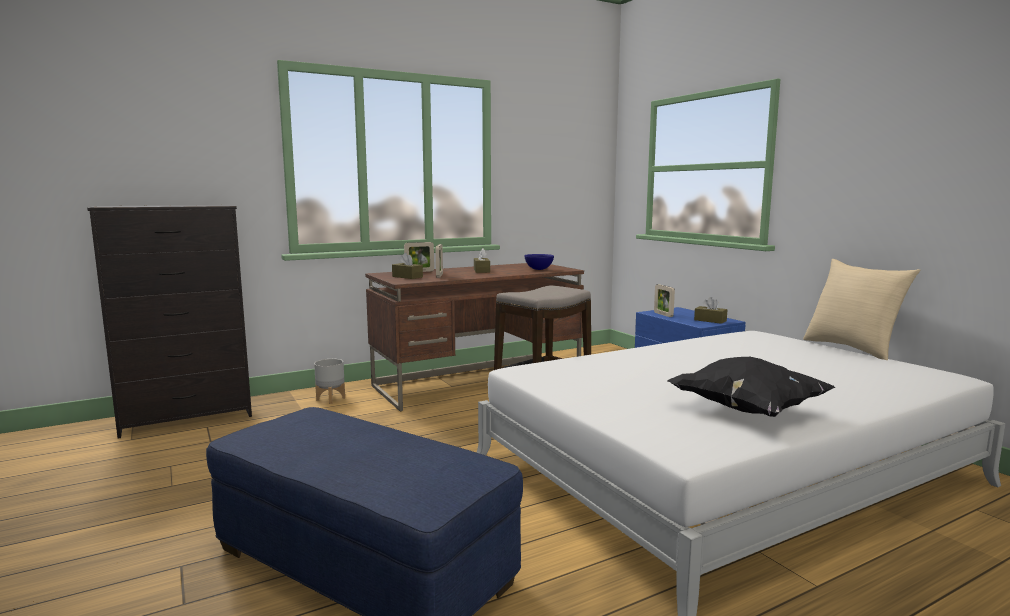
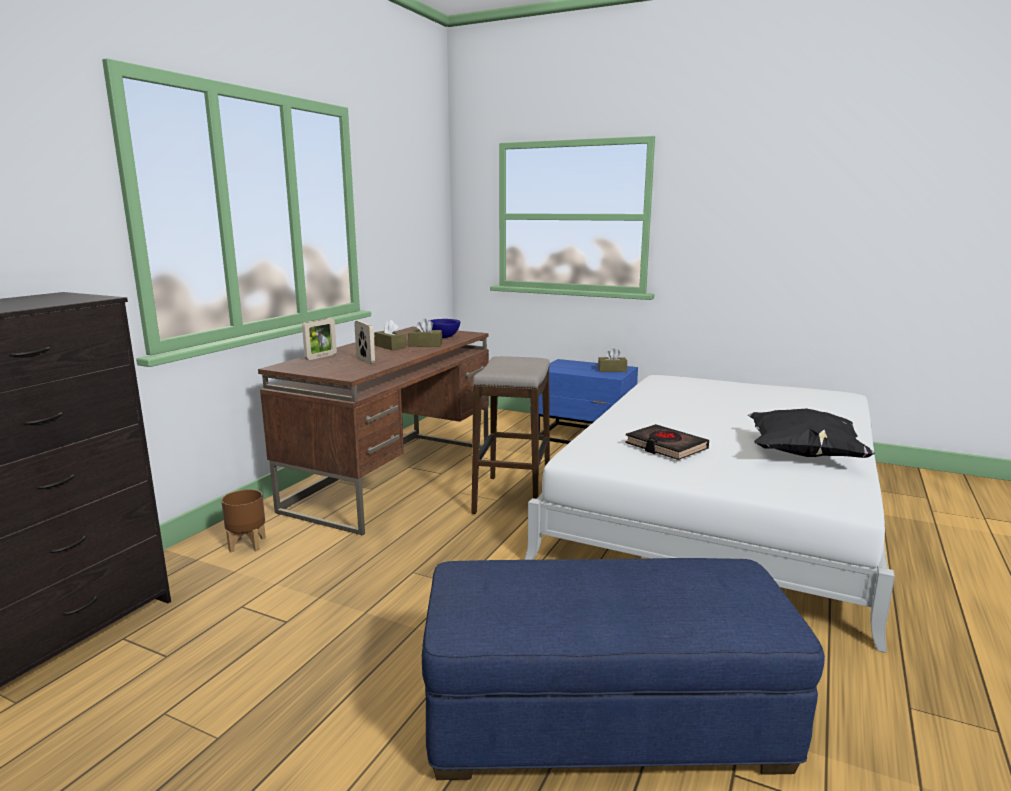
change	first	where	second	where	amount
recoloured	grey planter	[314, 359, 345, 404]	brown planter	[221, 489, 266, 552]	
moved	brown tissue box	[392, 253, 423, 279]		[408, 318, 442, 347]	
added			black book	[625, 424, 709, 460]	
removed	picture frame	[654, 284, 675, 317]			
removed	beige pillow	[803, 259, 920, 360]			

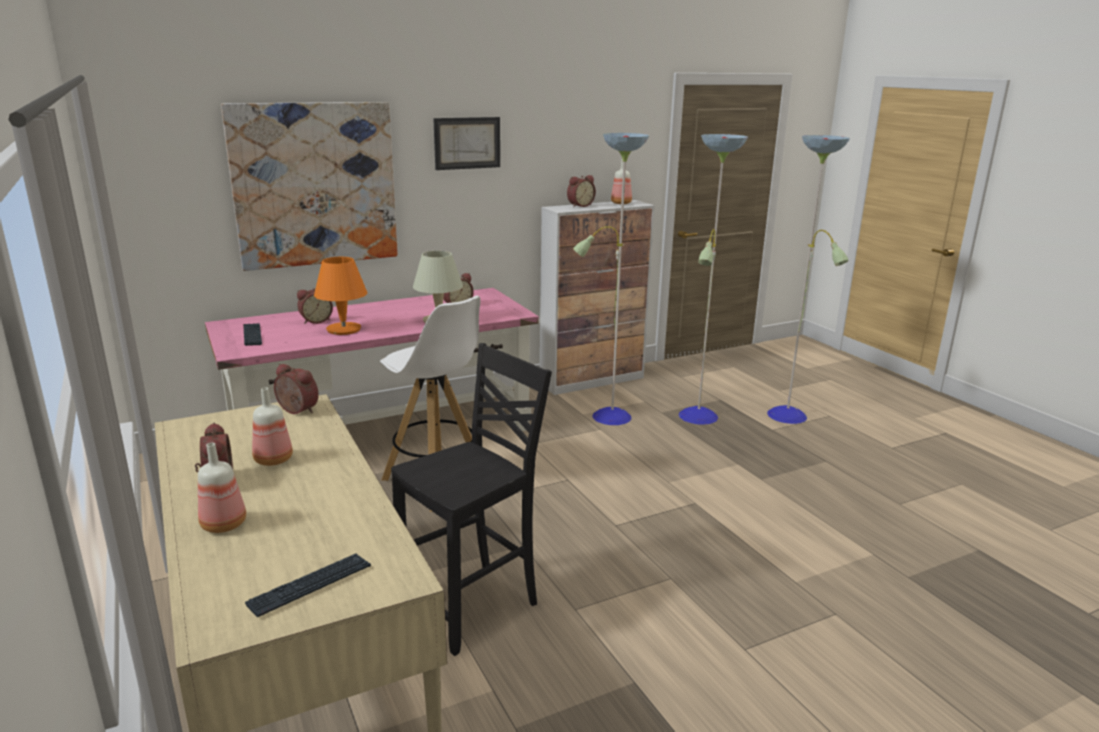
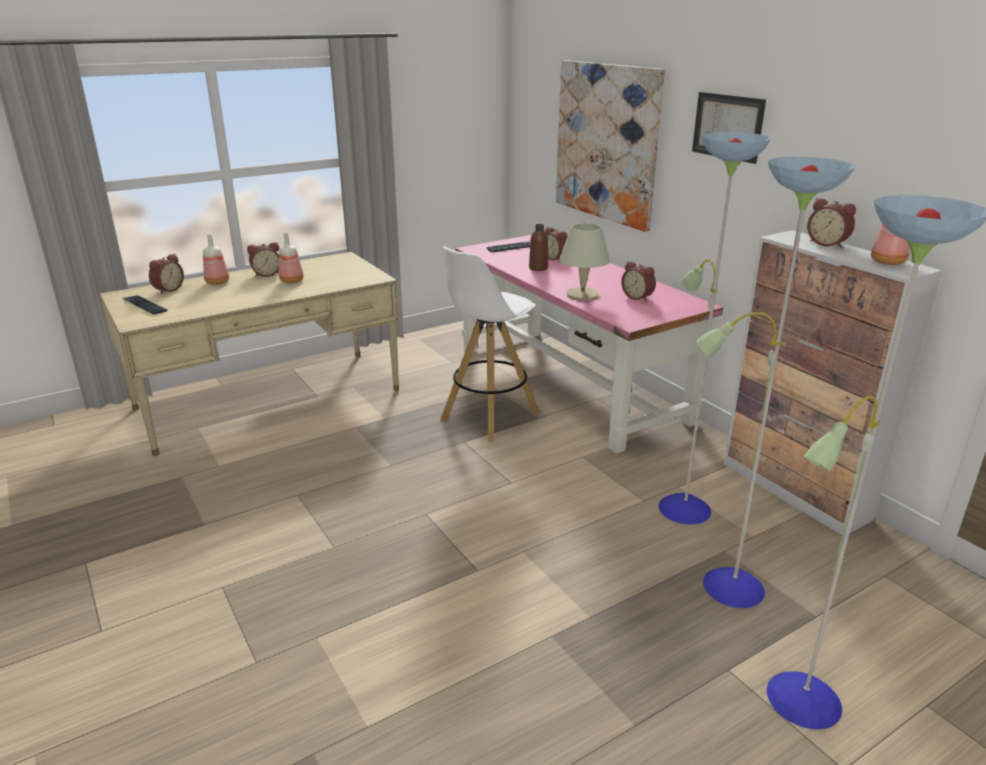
change	first	where	second	where	amount
moved	alarm clock	[274, 364, 319, 414]		[149, 254, 184, 294]	
replaced	orange table lamp	[314, 257, 368, 335]	brown bottle	[529, 224, 548, 271]	
removed	black chair	[391, 343, 552, 656]			

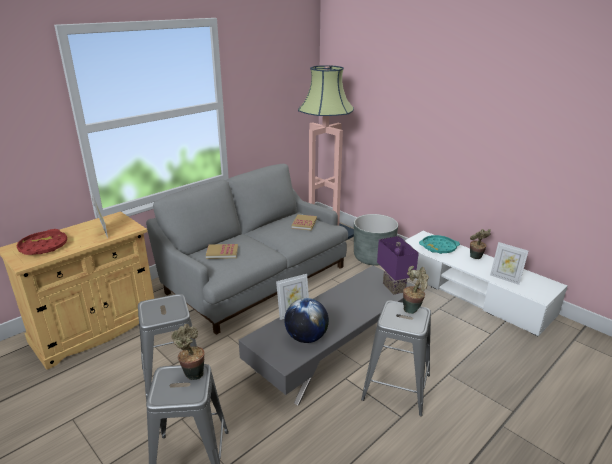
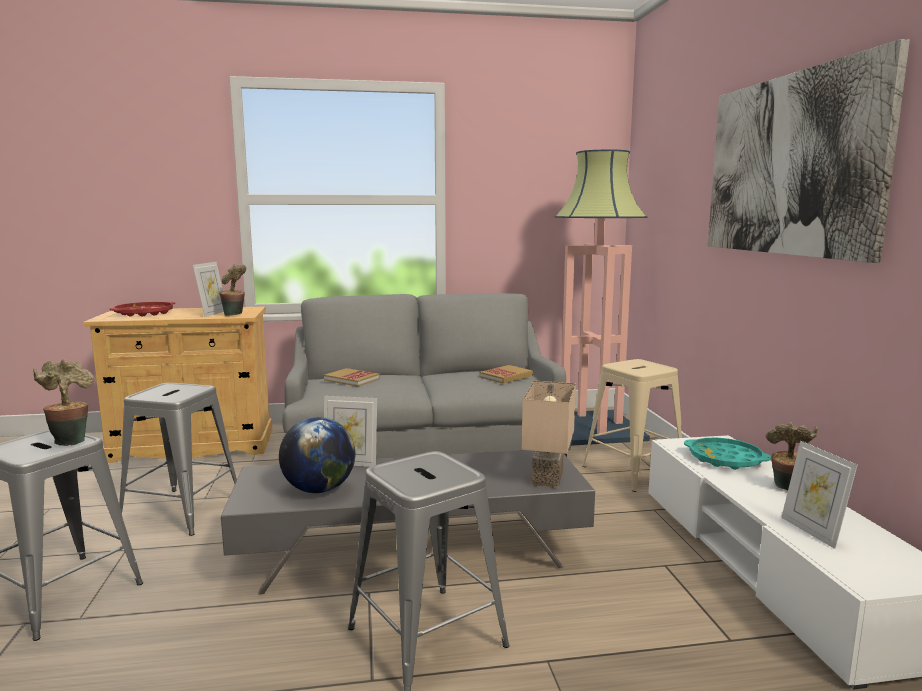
change	first	where	second	where	amount
moved	potted plant	[403, 266, 429, 314]		[219, 264, 246, 316]	
recoloured	purple table lamp	[377, 236, 419, 295]	beige table lamp	[522, 380, 576, 488]	
replaced	grey planter	[354, 214, 398, 265]	beige stool	[582, 359, 682, 492]	
added			picture	[708, 39, 910, 263]	

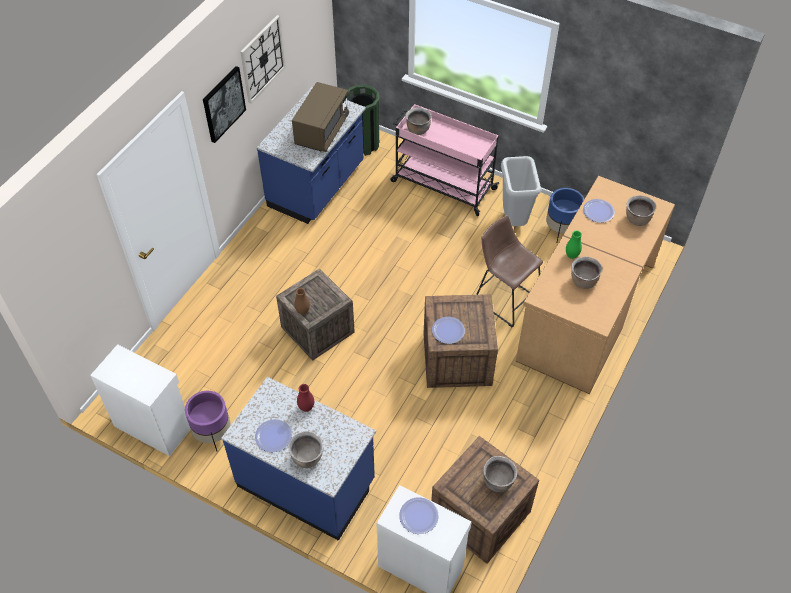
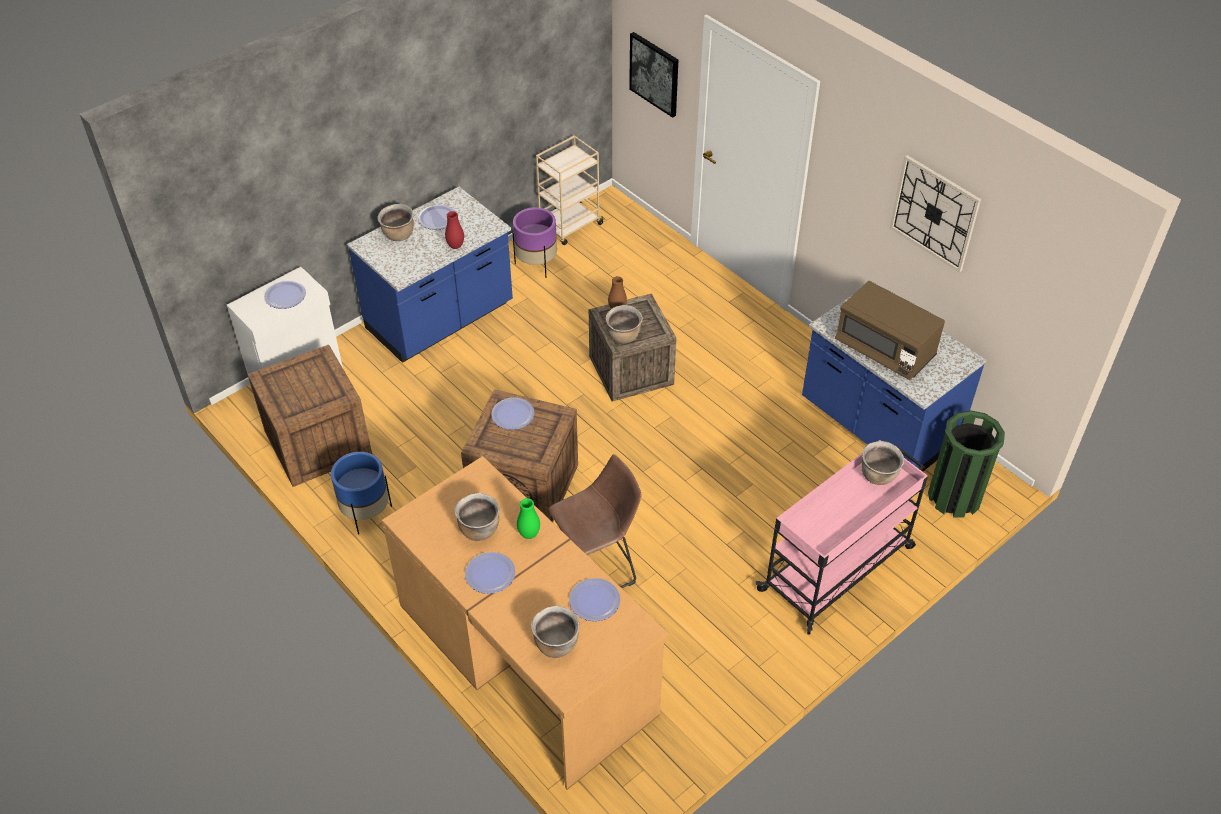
change	first	where	second	where	amount
moved	blue planter	[546, 188, 584, 242]		[331, 452, 392, 534]	
added			plate	[465, 552, 515, 594]	
replaced	white cabinet	[90, 344, 190, 456]	beige cart	[536, 135, 605, 245]	
moved	brown cooking pot	[483, 456, 517, 492]		[606, 305, 643, 344]	
moved	picture	[203, 66, 246, 143]		[629, 32, 678, 118]	
removed	grey trash can	[501, 156, 541, 226]			

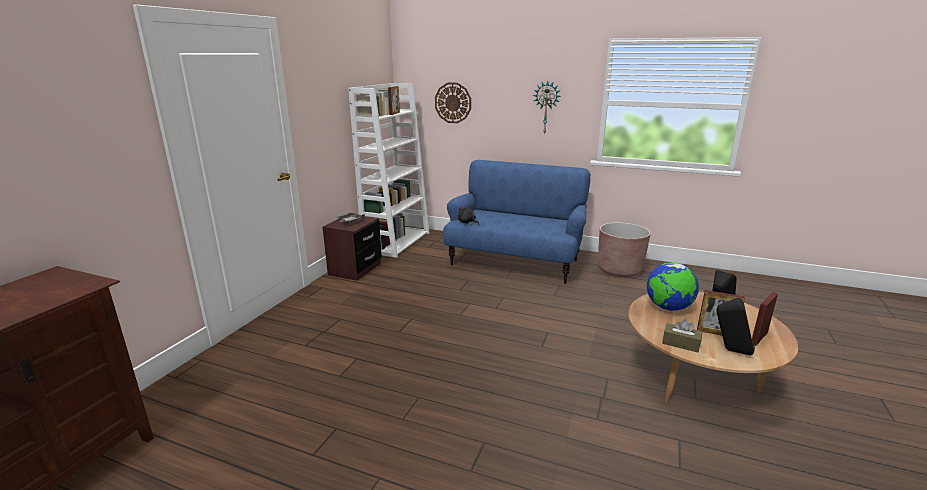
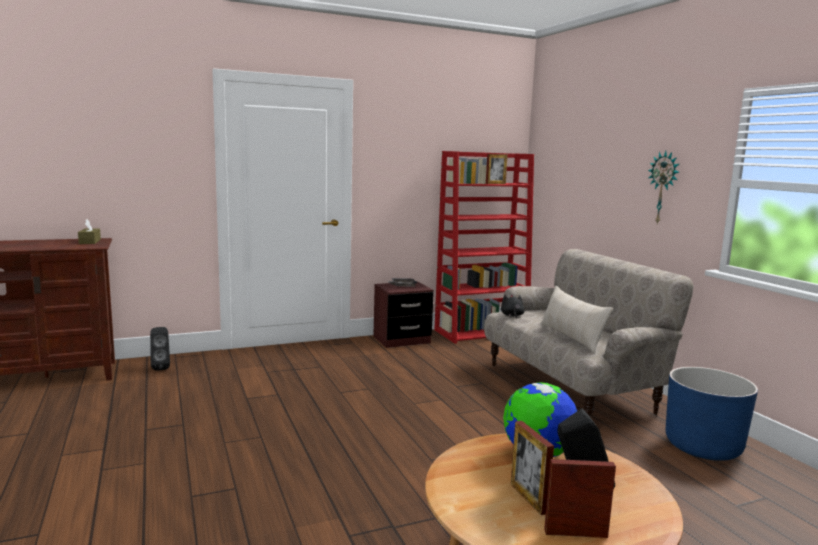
change	first	where	second	where	amount
moved	brown tissue box	[662, 319, 702, 352]		[78, 219, 101, 244]	
moved	black speaker	[716, 298, 755, 355]		[150, 327, 170, 371]	
recoloured	white bookcase	[348, 83, 429, 258]	red bookcase	[434, 151, 534, 344]	
recoloured	blue sofa	[443, 160, 591, 284]	beige sofa	[484, 249, 694, 416]	
added			beige pillow	[540, 286, 613, 353]	
recoloured	brown planter	[598, 222, 651, 277]	blue planter	[666, 367, 758, 461]	
removed	wall clock	[435, 82, 471, 123]			

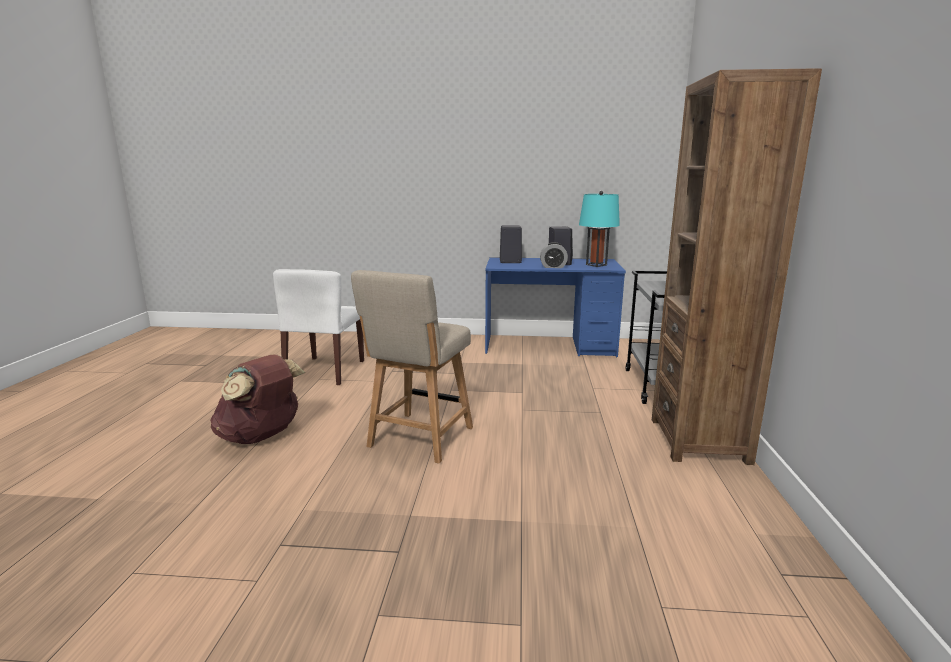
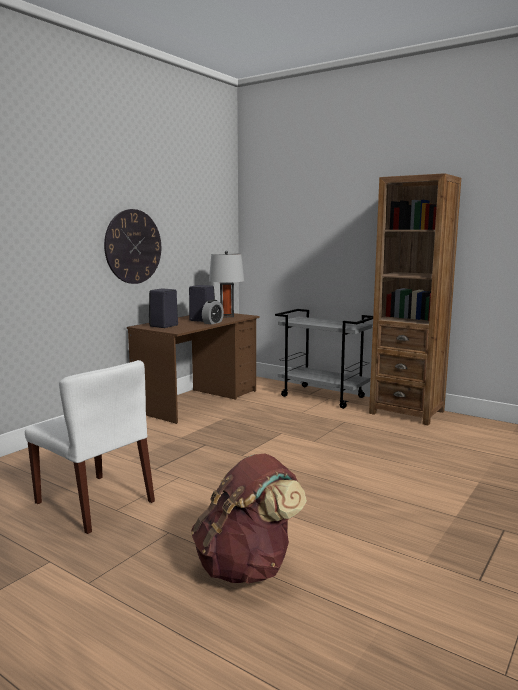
change	first	where	second	where	amount
added			wall clock	[104, 209, 161, 284]	
recoloured	blue desk	[485, 257, 626, 357]	brown desk	[127, 313, 259, 424]	
recoloured	turquoise table lamp	[579, 191, 620, 267]	grey table lamp	[209, 251, 244, 317]	
removed	beige chair	[351, 270, 473, 464]			

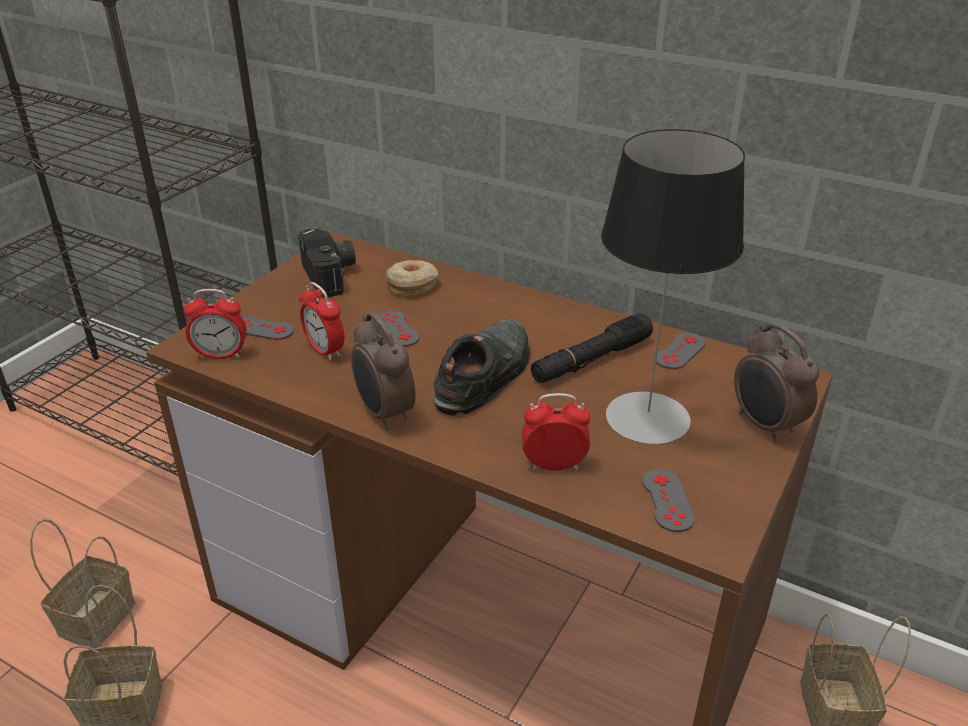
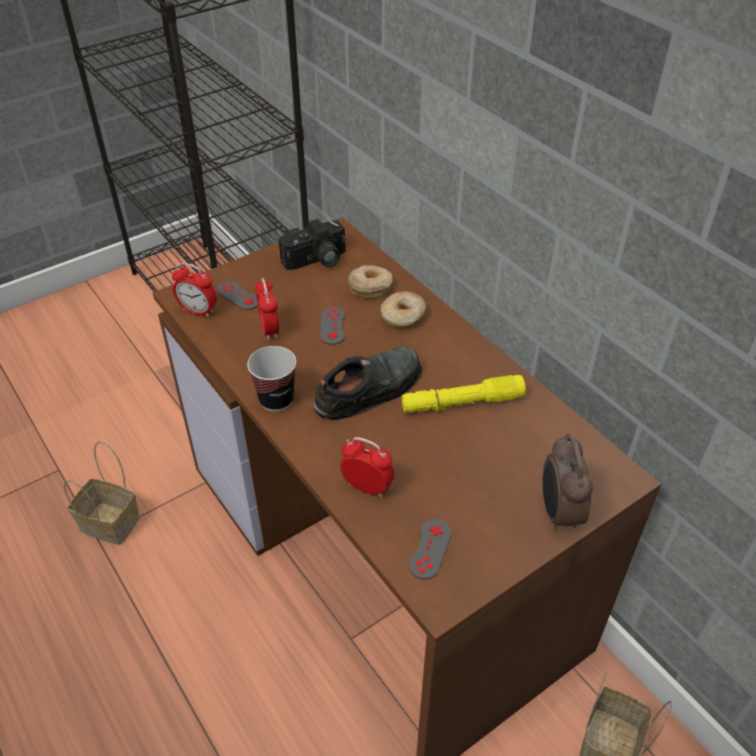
change	first	where	second	where	amount
replaced	alarm clock	[351, 313, 416, 430]	cup	[247, 346, 296, 411]	
turned	photo camera	[298, 228, 356, 298]		[279, 219, 346, 270]	60 degrees clockwise
added			donut	[381, 291, 427, 329]	
recoloured	black flashlight	[531, 313, 653, 383]	yellow flashlight	[402, 375, 526, 413]	
removed	basket	[30, 519, 135, 649]			
removed	table lamp	[601, 129, 745, 444]			
removed	grey game controller	[656, 333, 706, 369]			

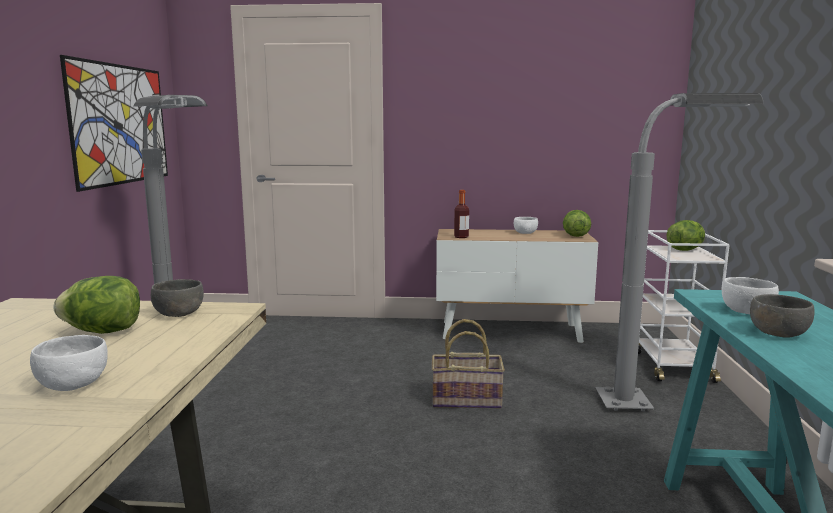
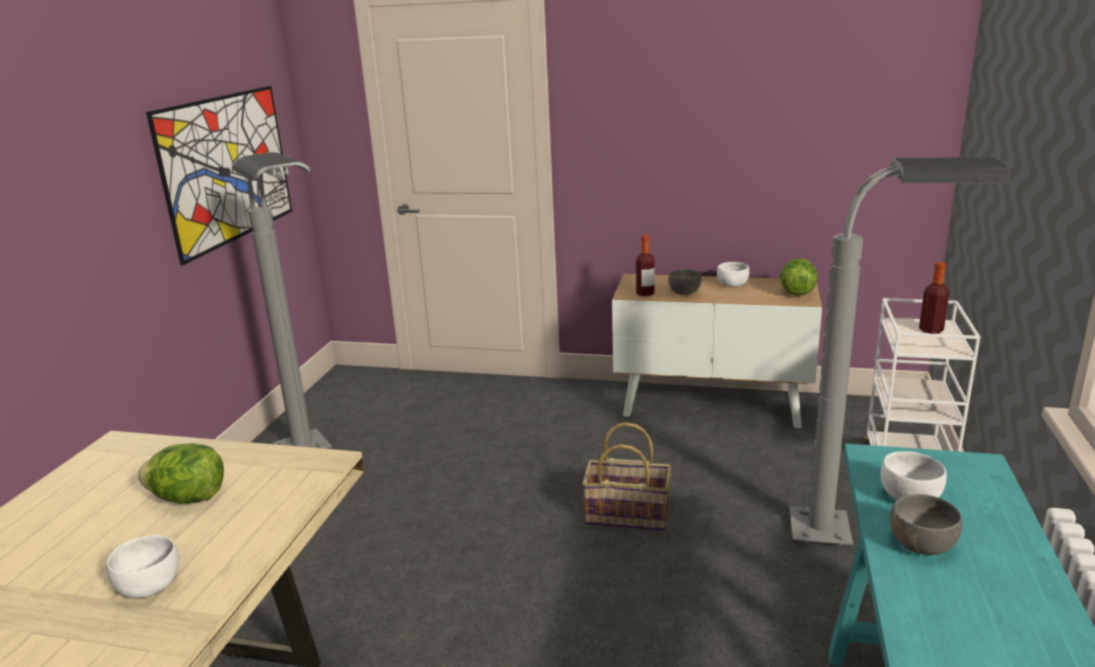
change	first	where	second	where	amount
moved	grey bowl	[151, 279, 204, 317]		[668, 269, 701, 295]	
replaced	lettuce	[666, 220, 705, 251]	bottle	[919, 262, 949, 334]	

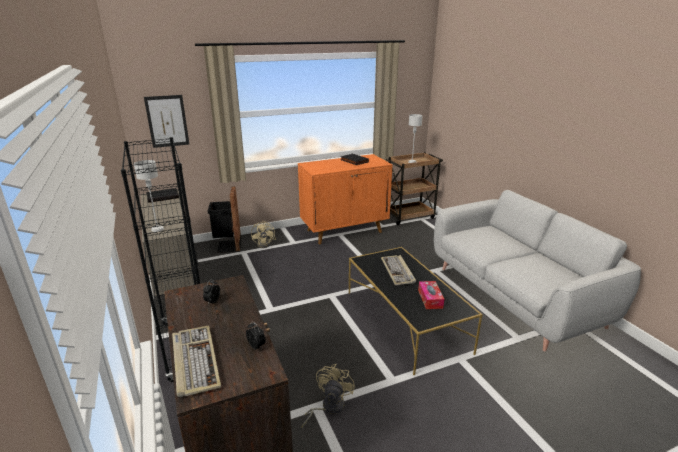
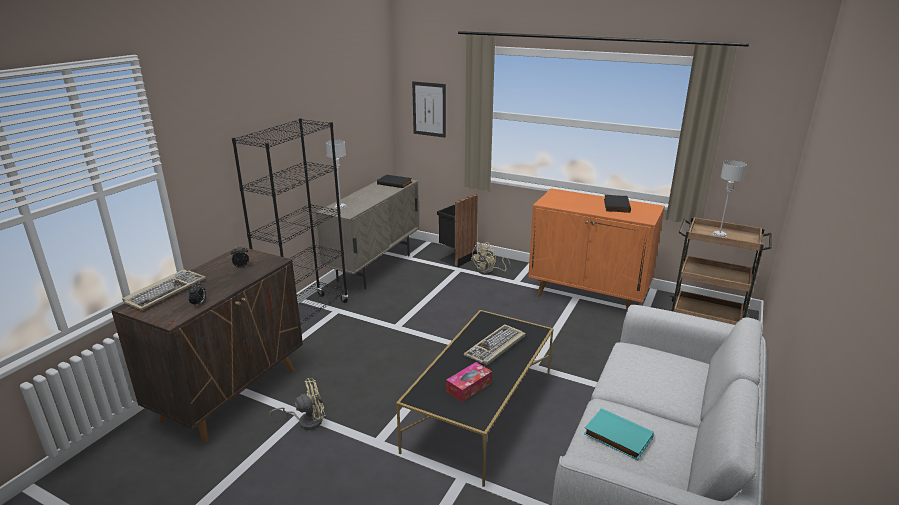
change	first	where	second	where	amount
added			turquoise book	[584, 408, 654, 460]	

